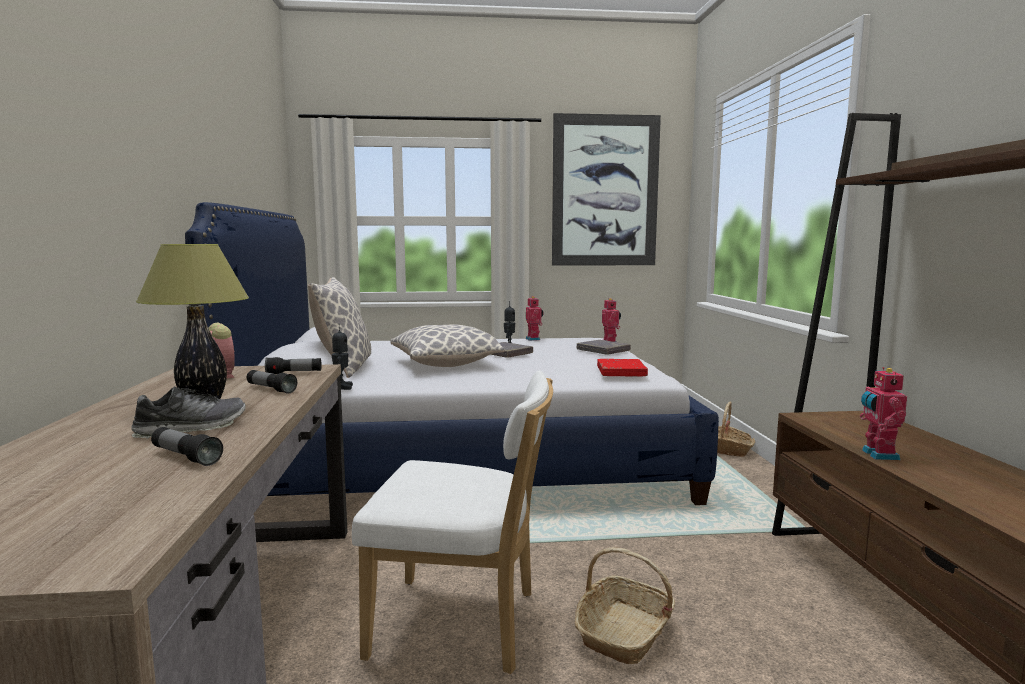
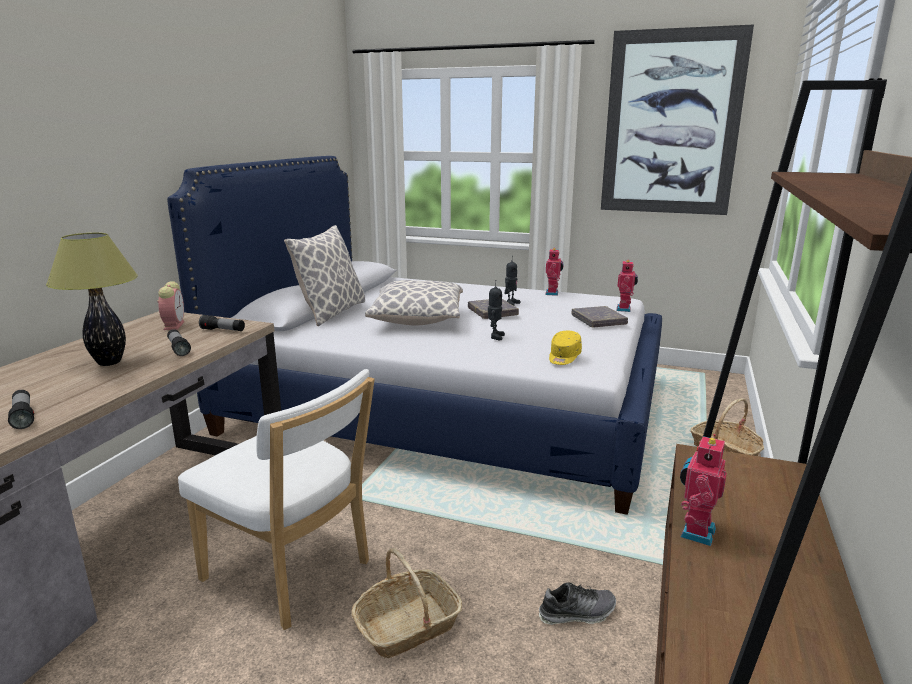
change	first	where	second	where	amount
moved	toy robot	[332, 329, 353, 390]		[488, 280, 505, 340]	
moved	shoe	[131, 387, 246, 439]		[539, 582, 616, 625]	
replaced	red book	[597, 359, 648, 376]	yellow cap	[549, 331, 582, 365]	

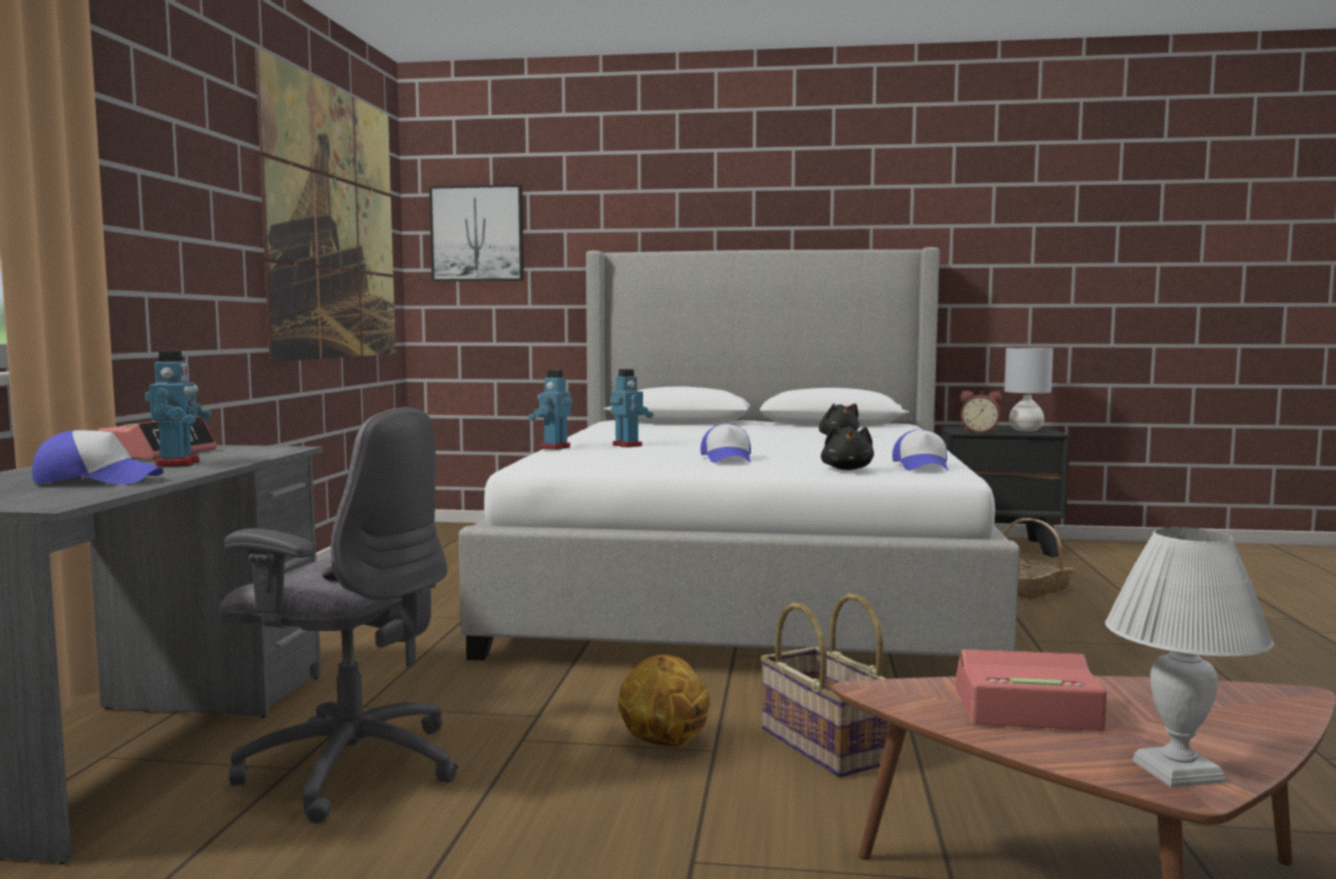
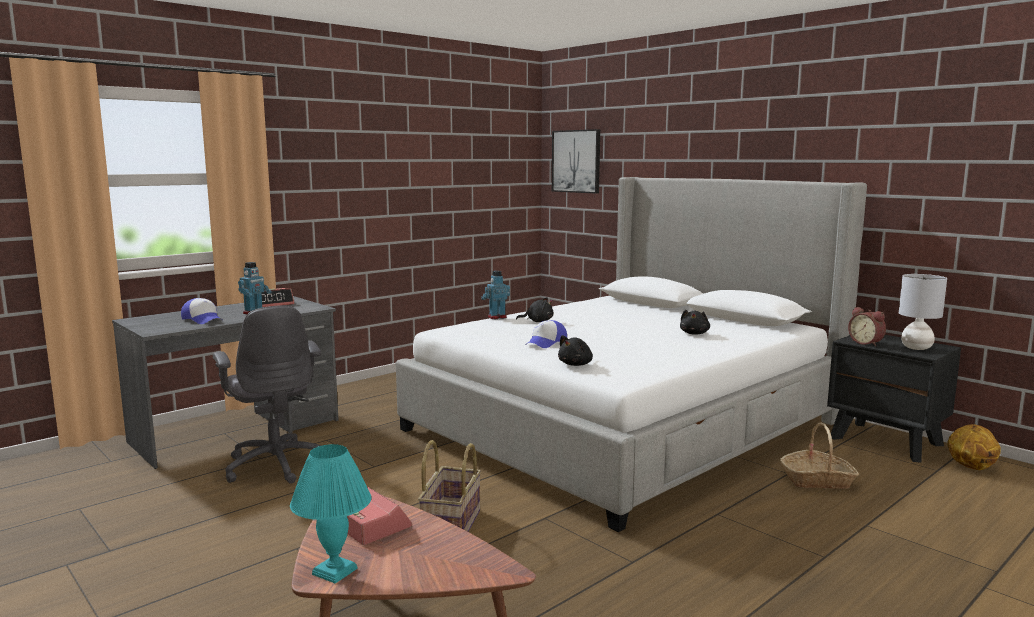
change	first	where	second	where	amount
recoloured	white table lamp	[1105, 527, 1274, 787]	turquoise table lamp	[290, 444, 371, 584]	
replaced	toy robot	[610, 369, 654, 447]	black plush toy	[516, 297, 553, 322]	
moved	basketball	[618, 655, 710, 747]		[947, 424, 1001, 470]	
removed	picture	[255, 48, 396, 362]			
removed	cap	[892, 430, 948, 471]			

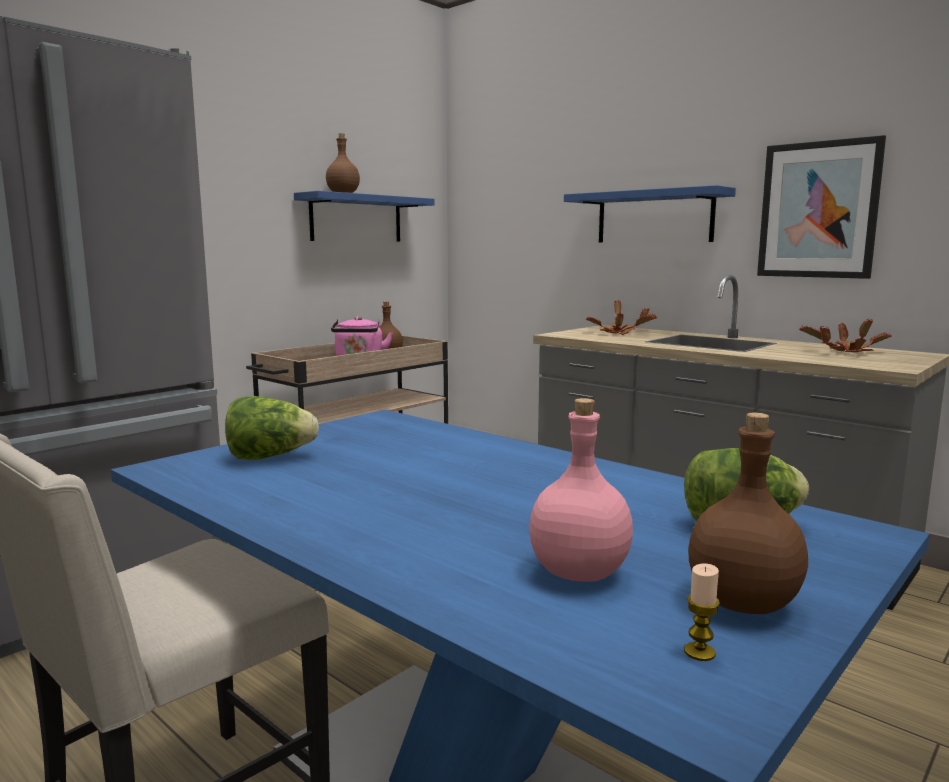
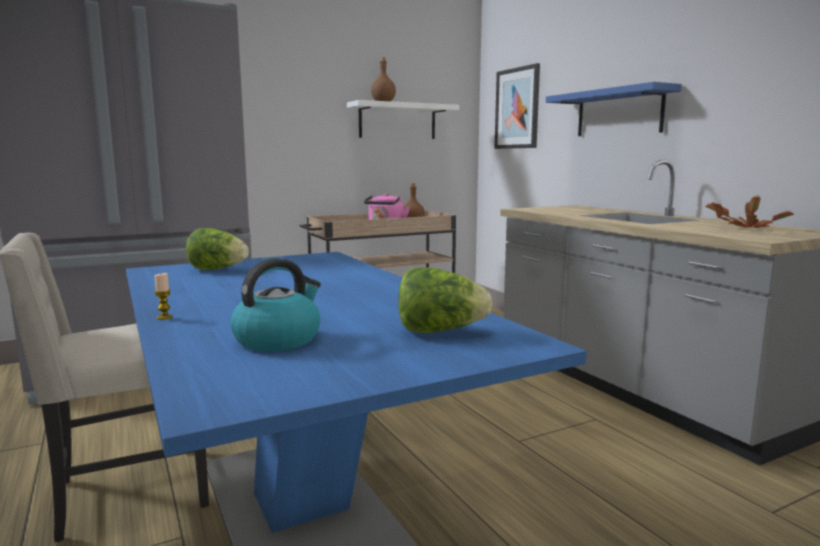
change	first	where	second	where	amount
moved	candle	[684, 564, 720, 661]		[154, 273, 173, 320]	
replaced	pink bottle	[529, 398, 633, 582]	kettle	[230, 258, 321, 351]	
recoloured	blue shelf	[294, 191, 435, 242]	white shelf	[347, 100, 459, 139]	
moved	picture	[757, 135, 886, 279]		[494, 63, 540, 149]	
removed	potted plant	[586, 300, 657, 335]			
removed	brown bottle	[688, 413, 808, 614]			

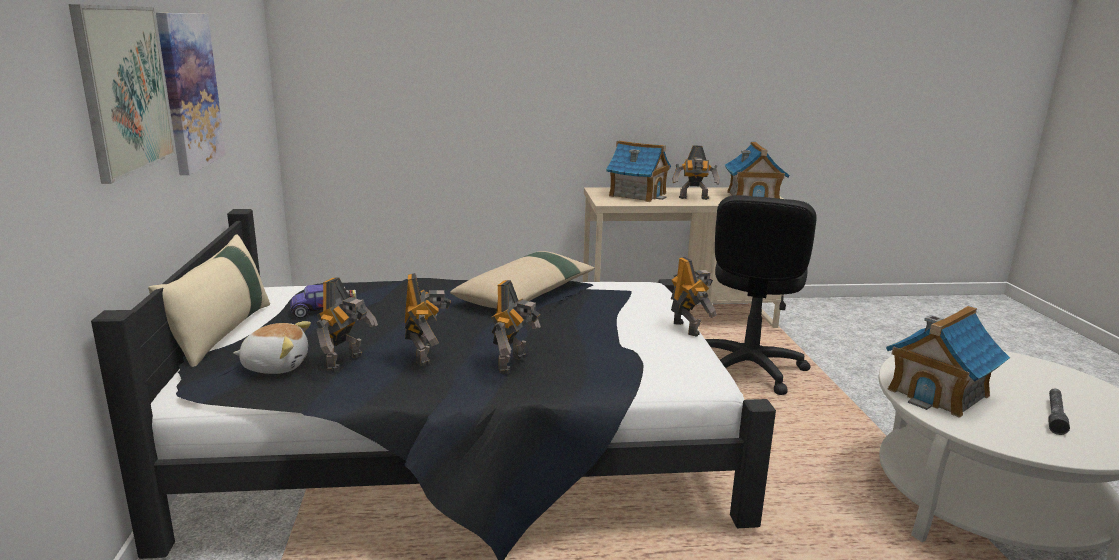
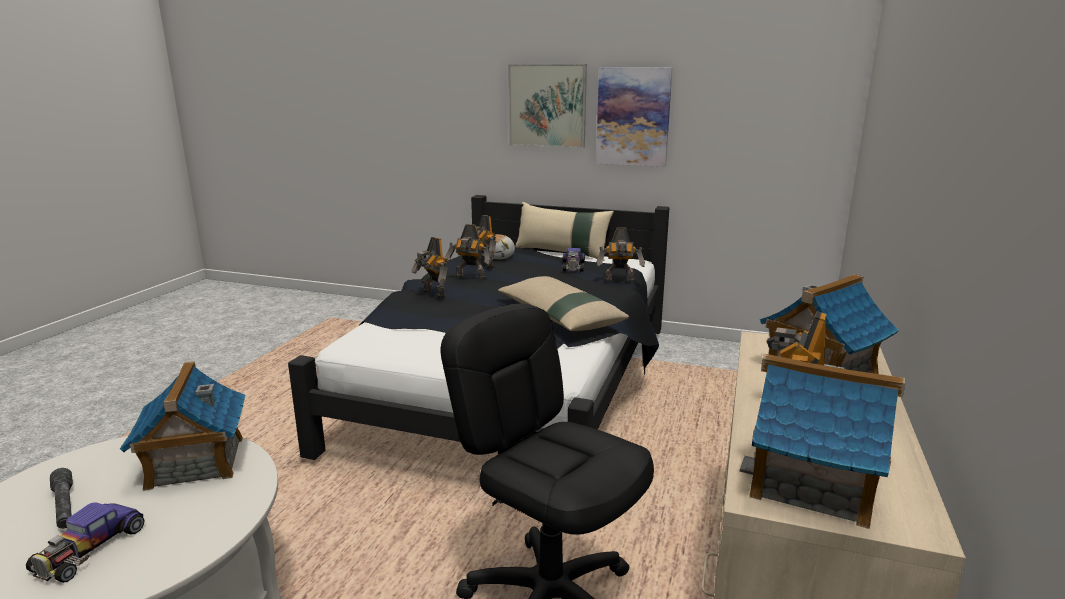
change	first	where	second	where	amount
added			toy car	[26, 502, 145, 583]	
moved	toy robot	[671, 257, 717, 337]		[596, 228, 645, 282]	

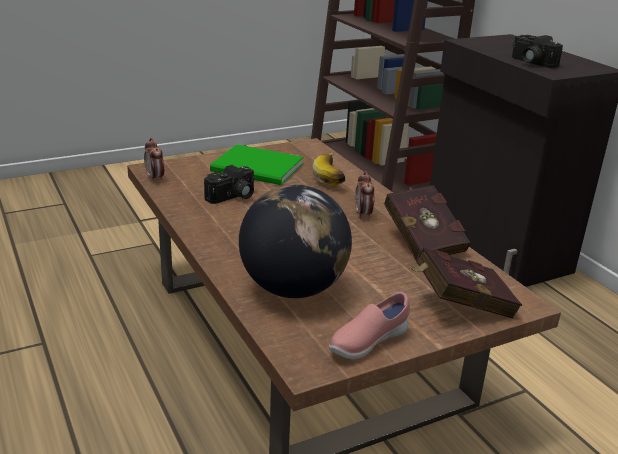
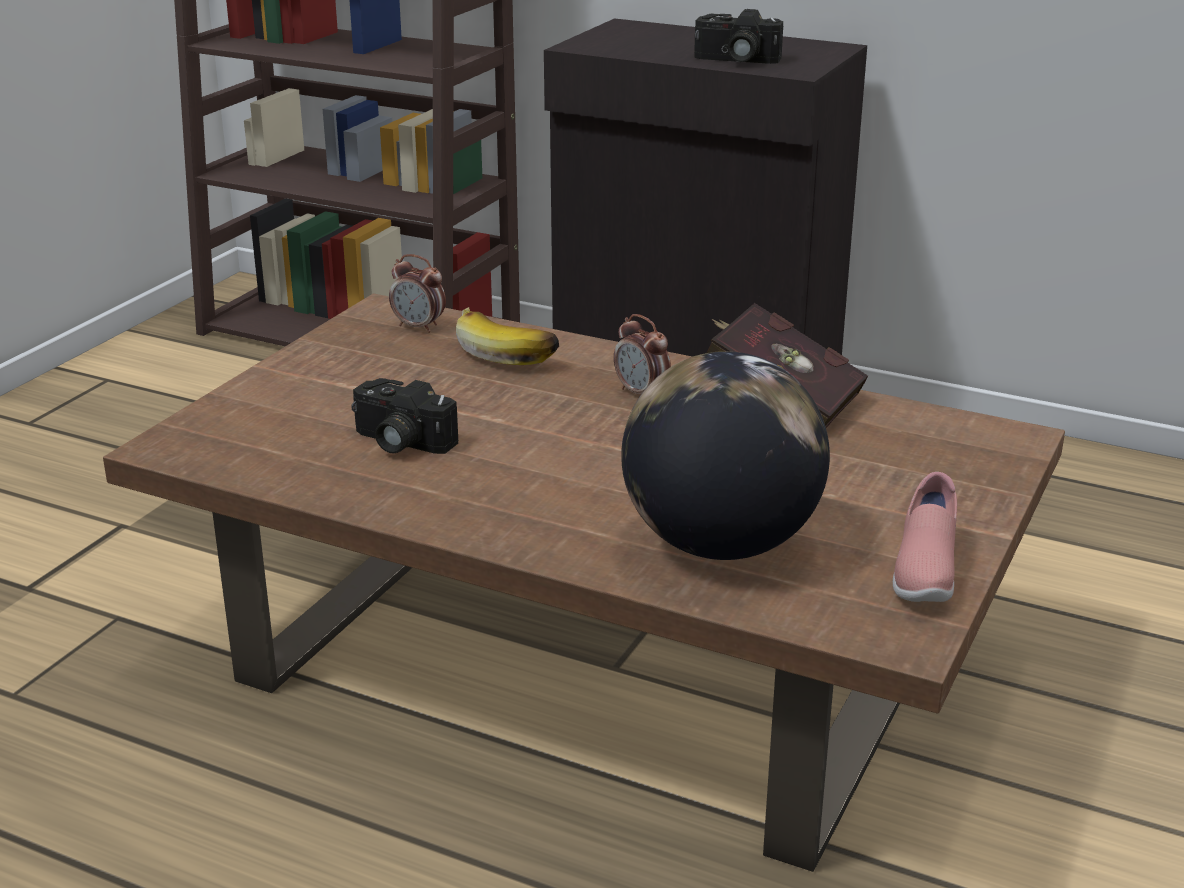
change	first	where	second	where	amount
turned	photo camera	[204, 165, 255, 204]		[351, 378, 458, 454]	105 degrees clockwise
moved	alarm clock	[144, 138, 164, 182]		[389, 254, 446, 333]	
removed	green book	[210, 145, 303, 185]			
removed	red book	[408, 248, 522, 319]			

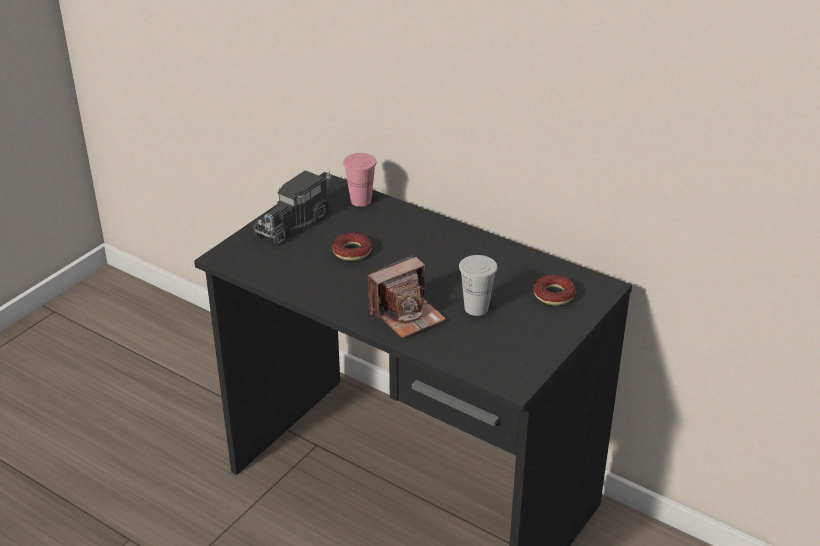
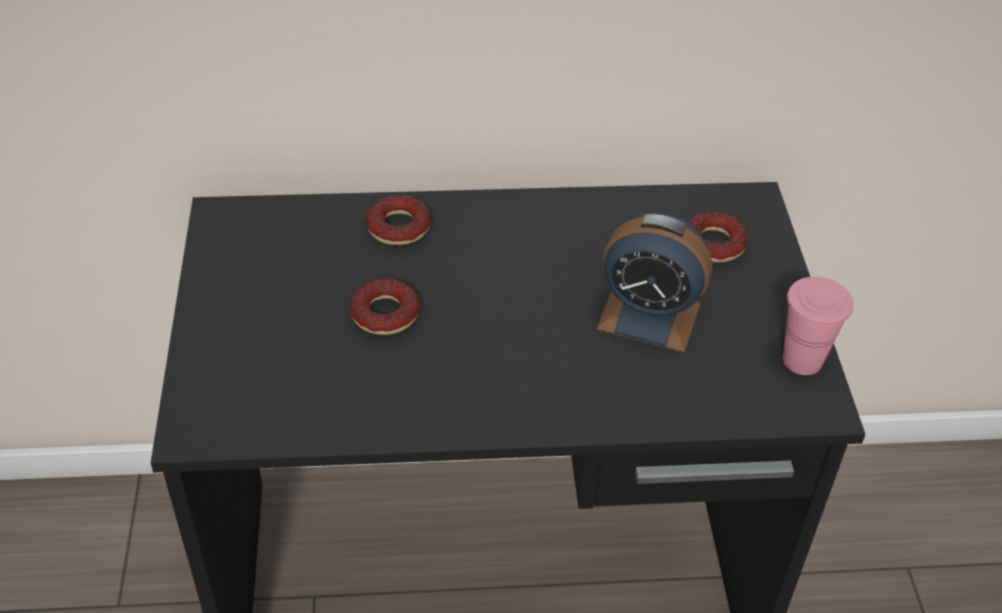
change	first	where	second	where	amount
added			donut	[366, 195, 431, 246]	
replaced	white cup	[459, 255, 498, 316]	alarm clock	[596, 212, 712, 353]	
moved	pink cup	[343, 153, 377, 207]		[783, 277, 854, 375]	
removed	toy truck	[253, 170, 331, 246]			
removed	photo camera	[368, 255, 446, 338]			

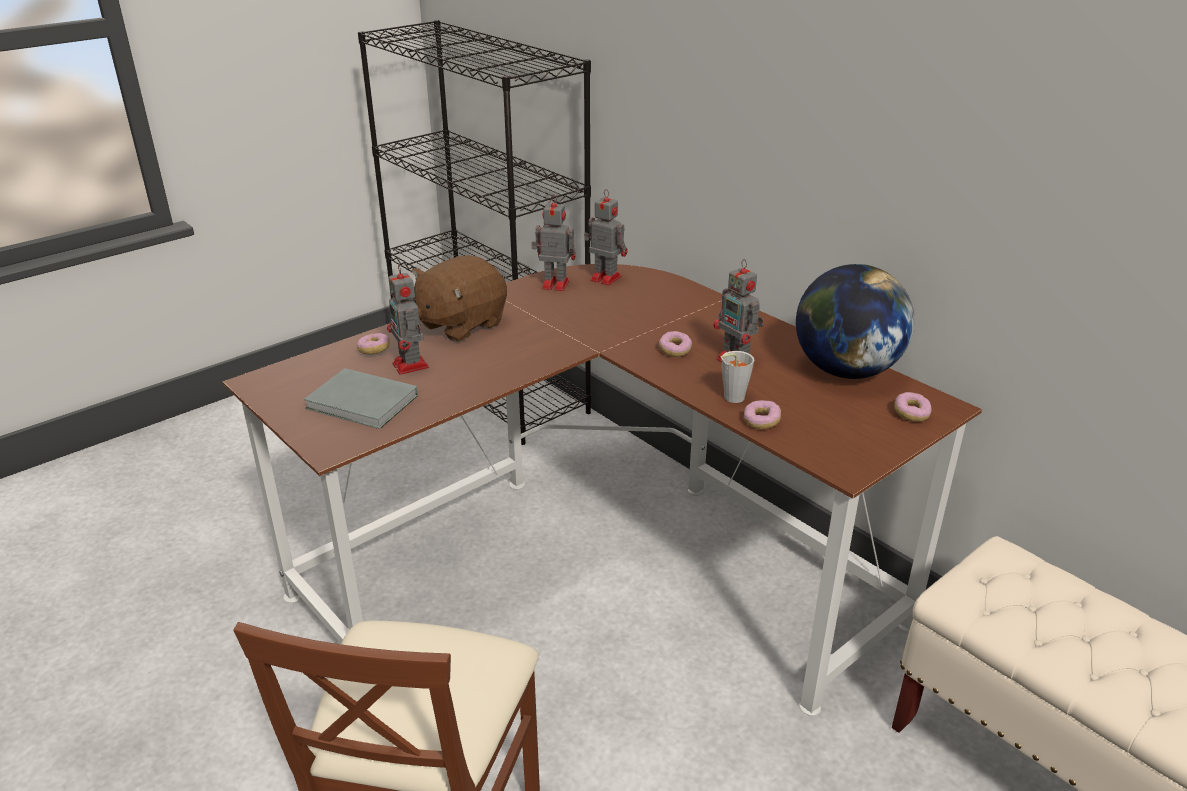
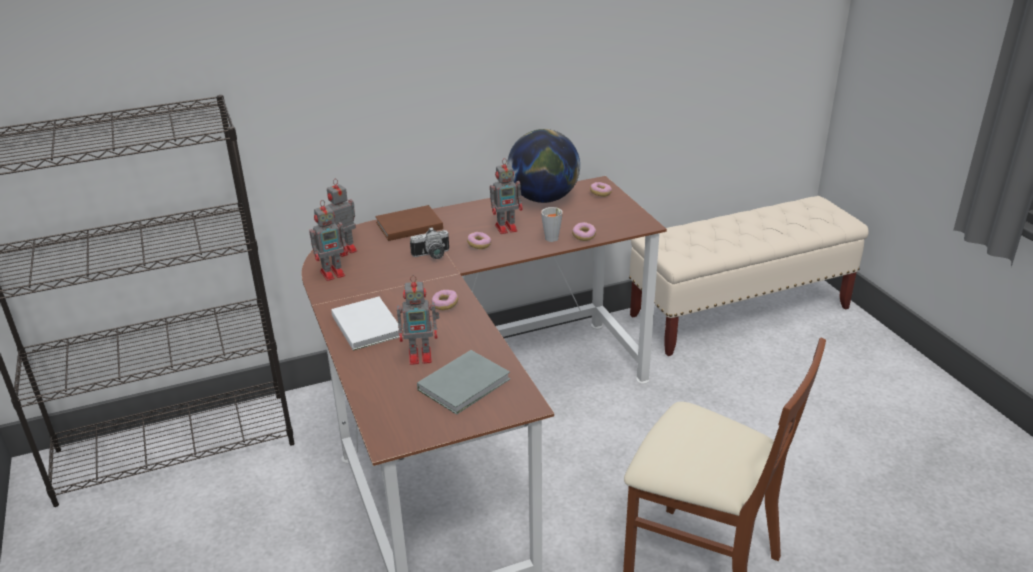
change	first	where	second	where	amount
turned	toy robot	[531, 194, 576, 291]		[309, 200, 348, 281]	150 degrees counterclockwise
replaced	brown plush toy	[412, 255, 507, 342]	white book	[331, 297, 403, 351]	
added			brown book	[375, 205, 443, 241]	
added			photo camera	[410, 228, 449, 259]	
moved	donut	[357, 333, 390, 354]		[431, 290, 458, 310]	

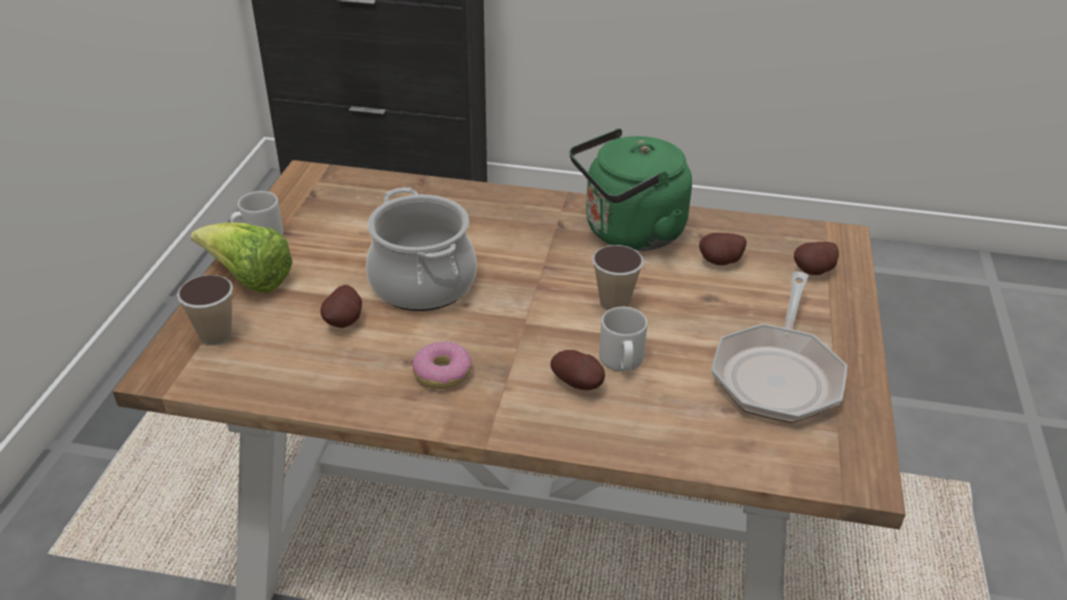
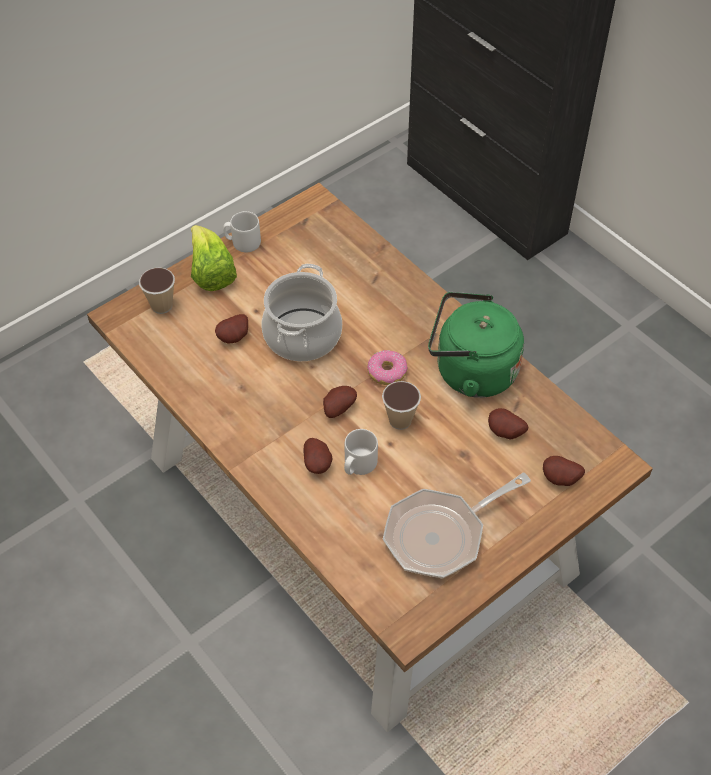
change	first	where	second	where	amount
added			potato	[323, 386, 357, 418]	
moved	donut	[412, 341, 472, 389]		[367, 350, 408, 385]	

